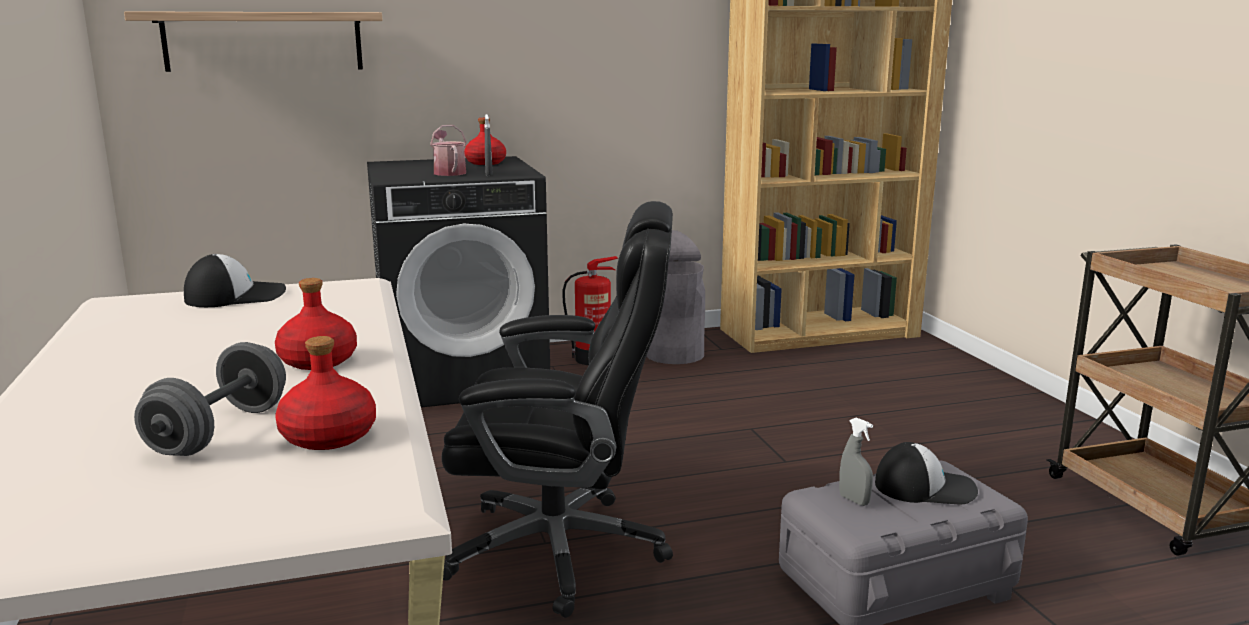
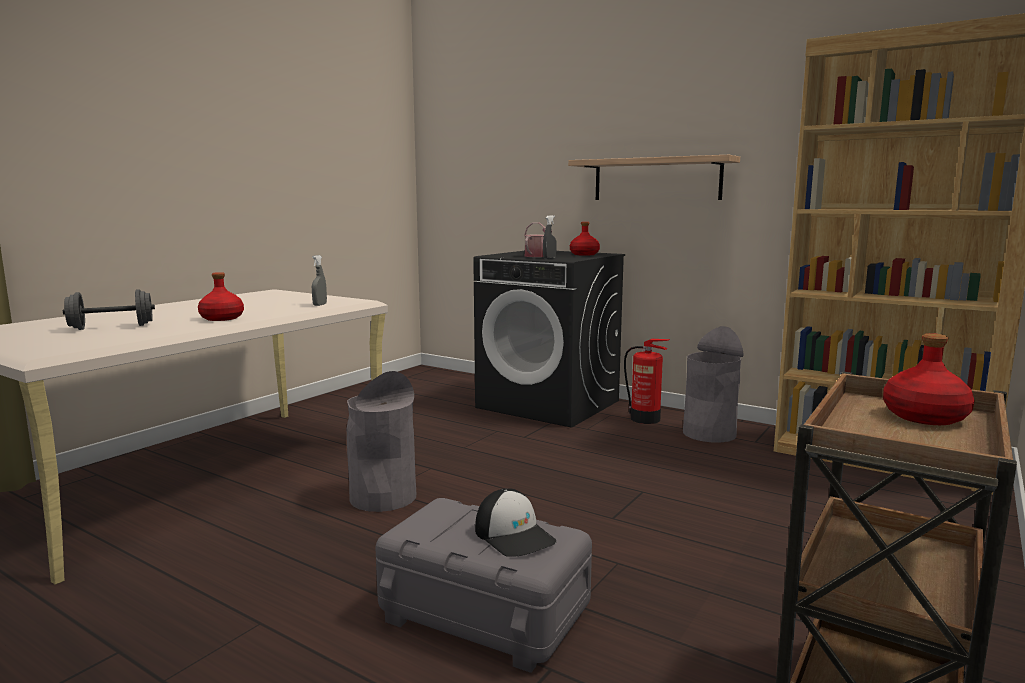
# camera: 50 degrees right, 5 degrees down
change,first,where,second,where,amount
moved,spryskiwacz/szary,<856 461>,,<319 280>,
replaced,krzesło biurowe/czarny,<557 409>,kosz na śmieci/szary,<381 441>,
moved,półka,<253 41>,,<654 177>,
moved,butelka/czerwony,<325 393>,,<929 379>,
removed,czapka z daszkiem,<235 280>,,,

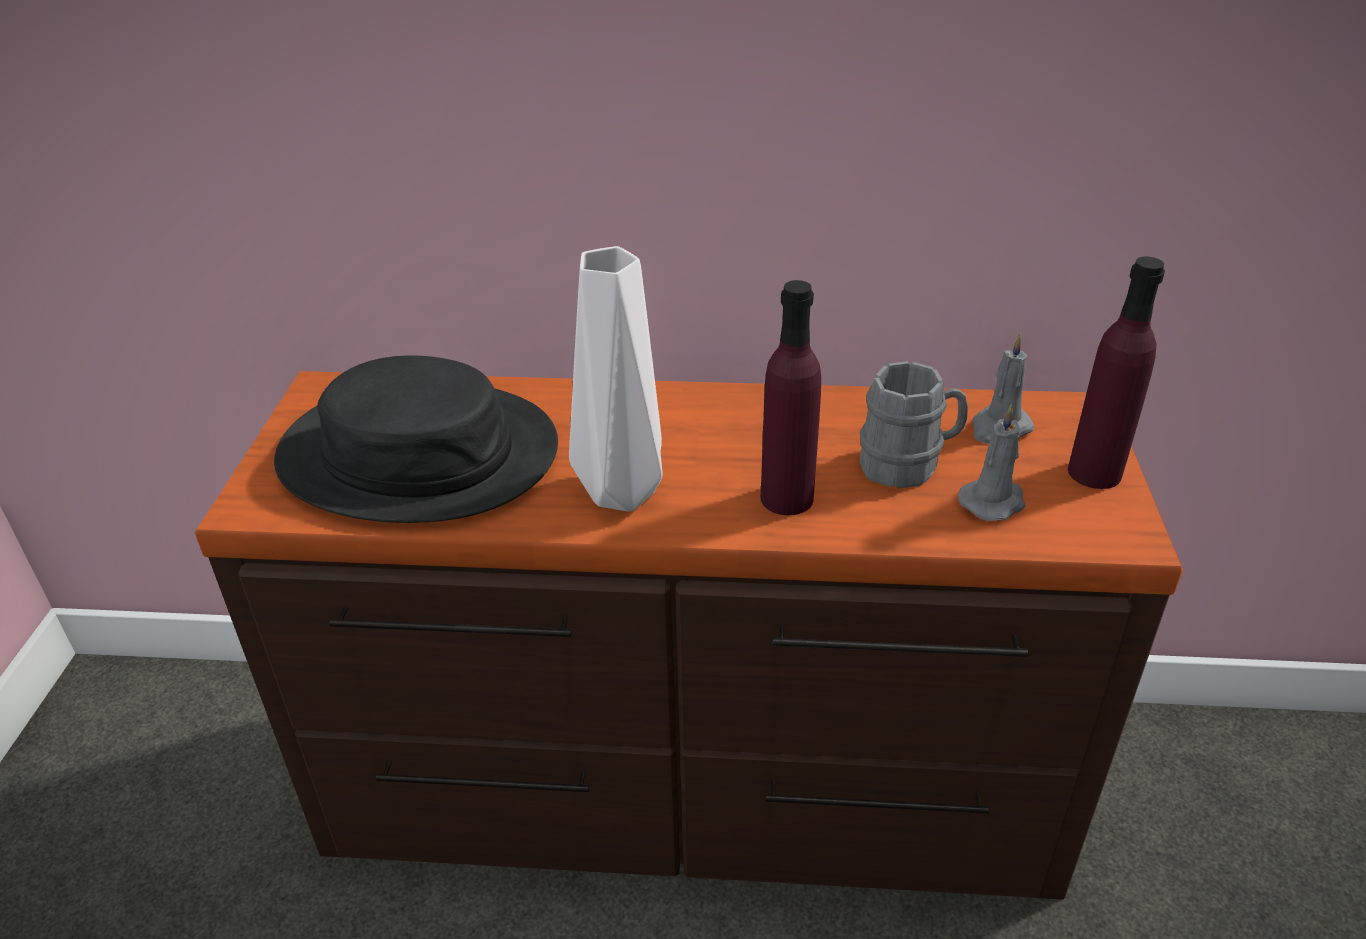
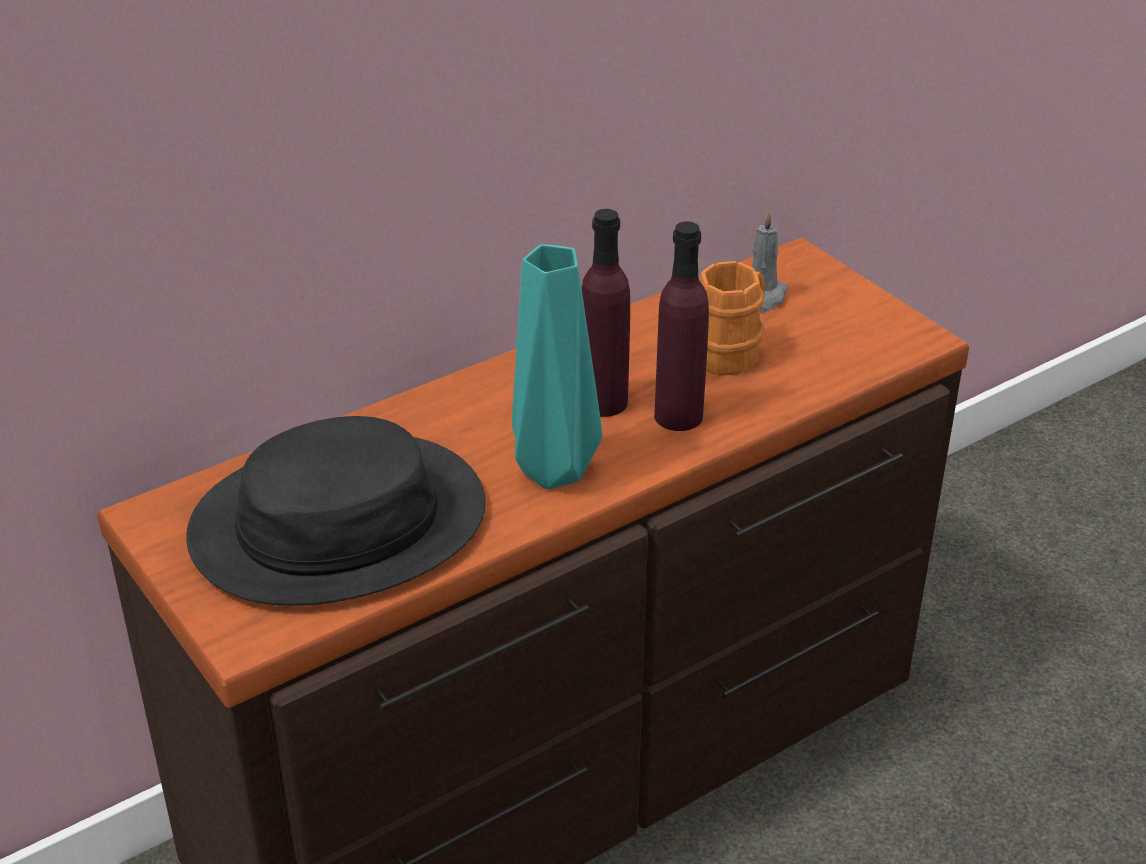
# camera: 40 degrees left, 0 degrees up
change,first,where,second,where,amount
recoloured,wazon/biały,<615 379>,wazon/turkusowy,<557 366>,
moved,butelka/fioletowy,<1116 373>,,<605 313>,
recoloured,kubek/szary,<914 424>,kubek/pomarańczowy,<732 318>,
removed,świeca/szary,<992 462>,,,

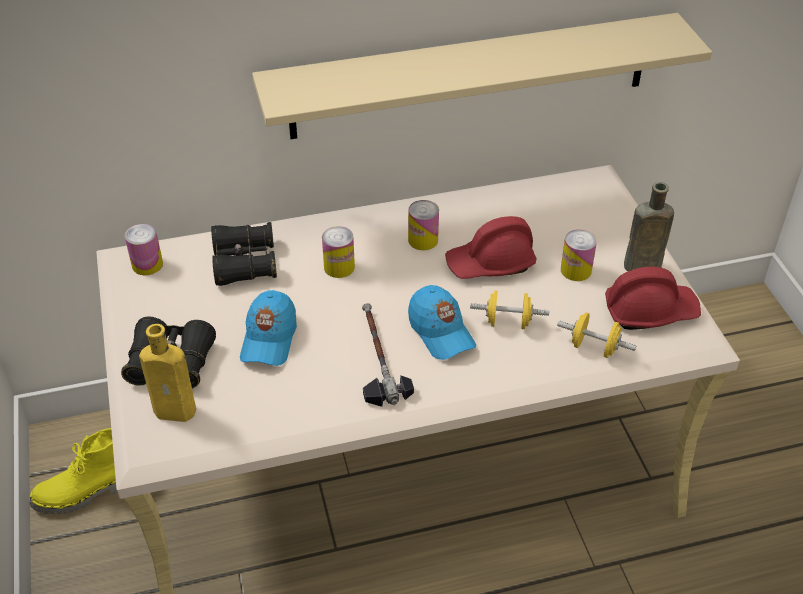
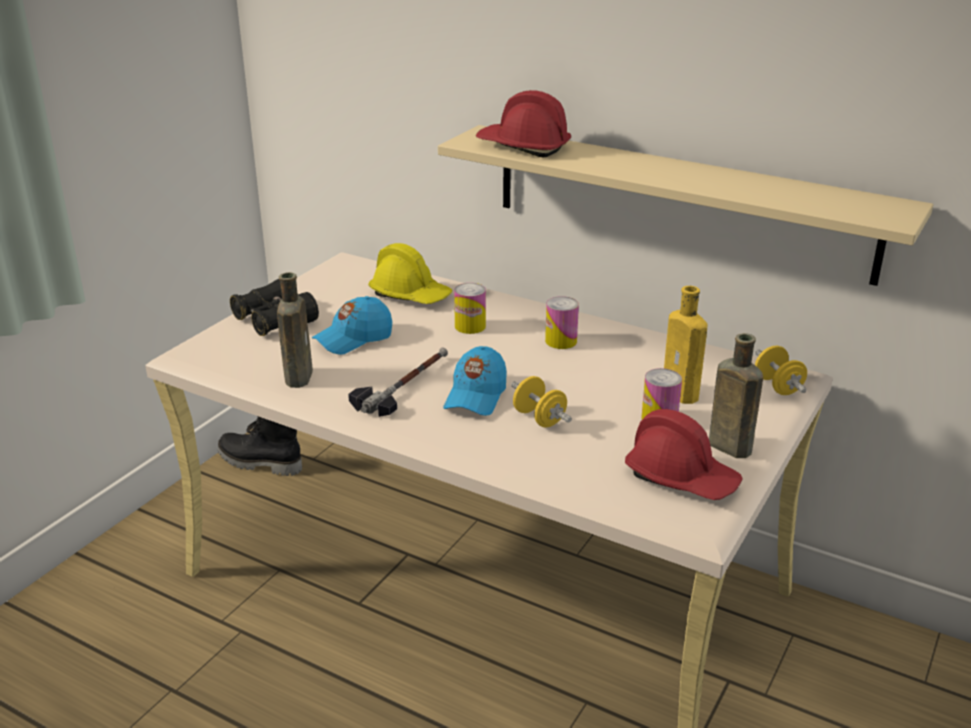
# camera: 45 degrees right, 15 degrees down
change,first,where,second,where,amount
recoloured,but z cholewką/żółty,<73 471>,but z cholewką/czarny,<260 446>,
added,,,butelka/brązowy,<295 330>,
replaced,lornetka/czarny,<244 254>,kask/żółty,<410 273>,
moved,kask/czerwony,<490 247>,,<523 124>,
moved,butelka/żółty,<167 373>,,<685 345>,
moved,hantel/żółty,<596 335>,,<781 370>,
removed,puszka,<143 249>,,,

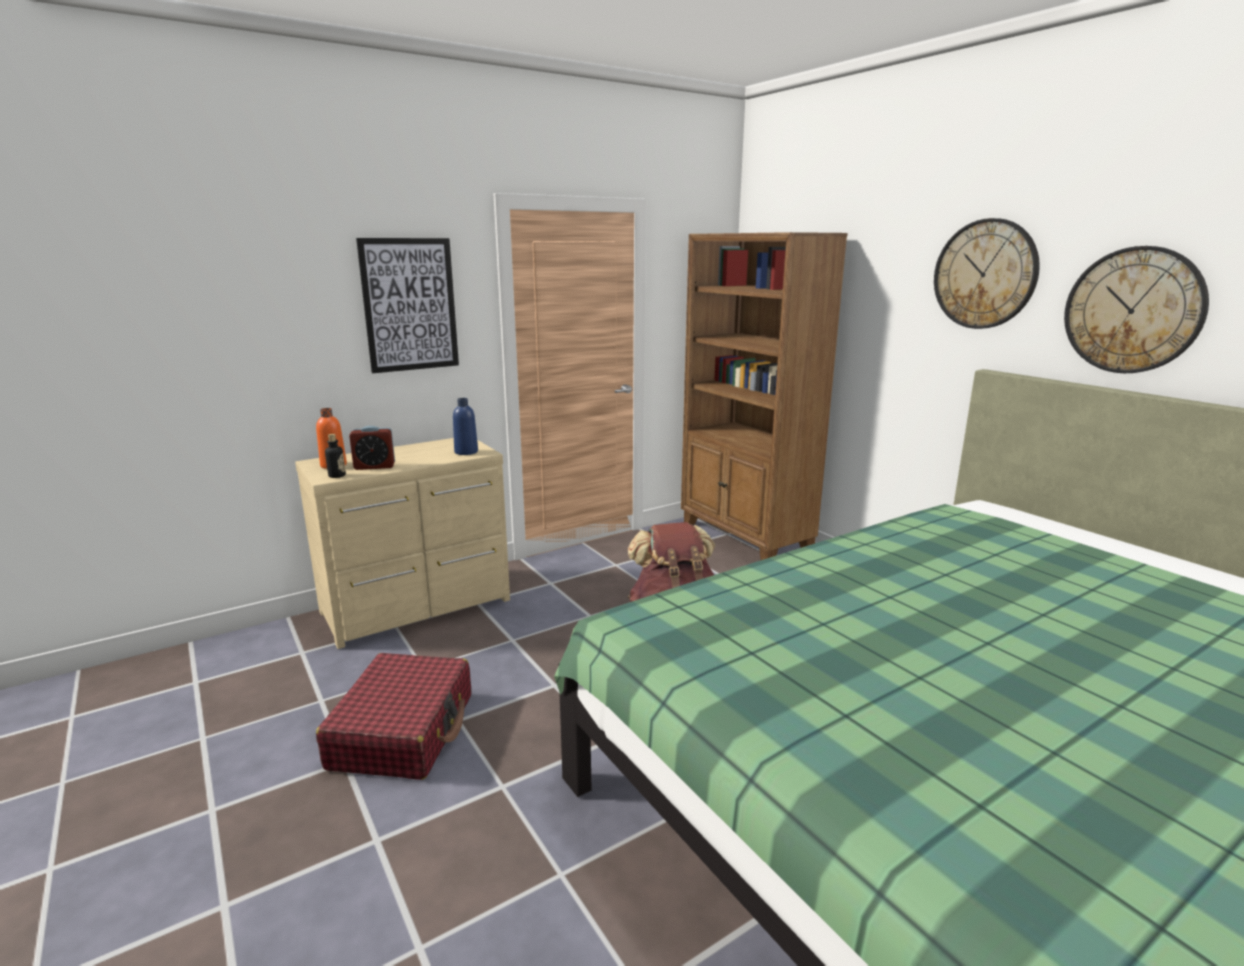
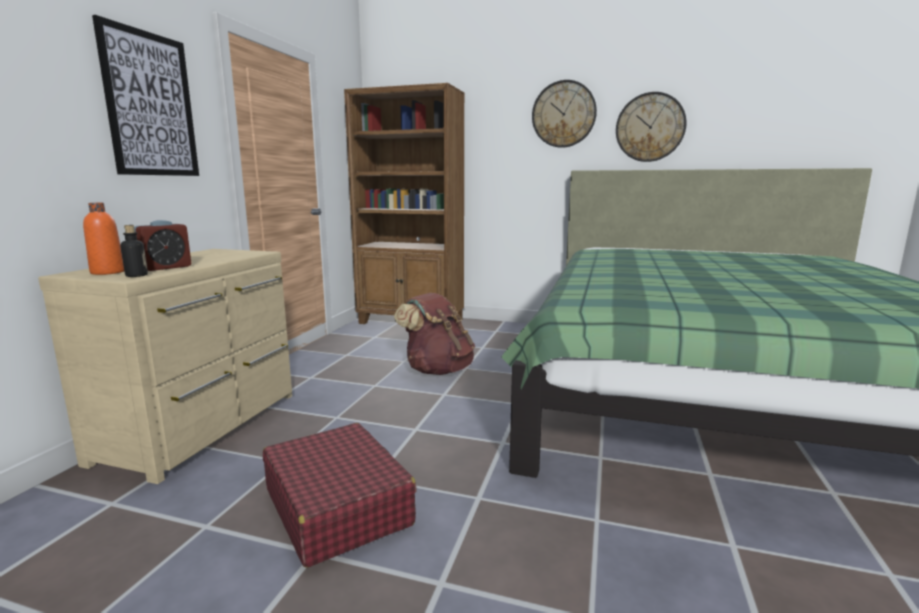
# camera: 40 degrees left, 5 degrees down
change,first,where,second,where,amount
removed,butelka/niebieski,<465 426>,,,

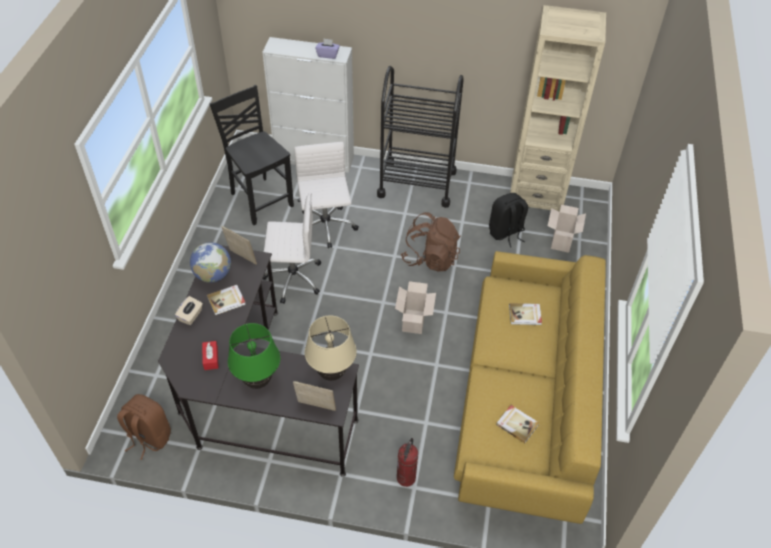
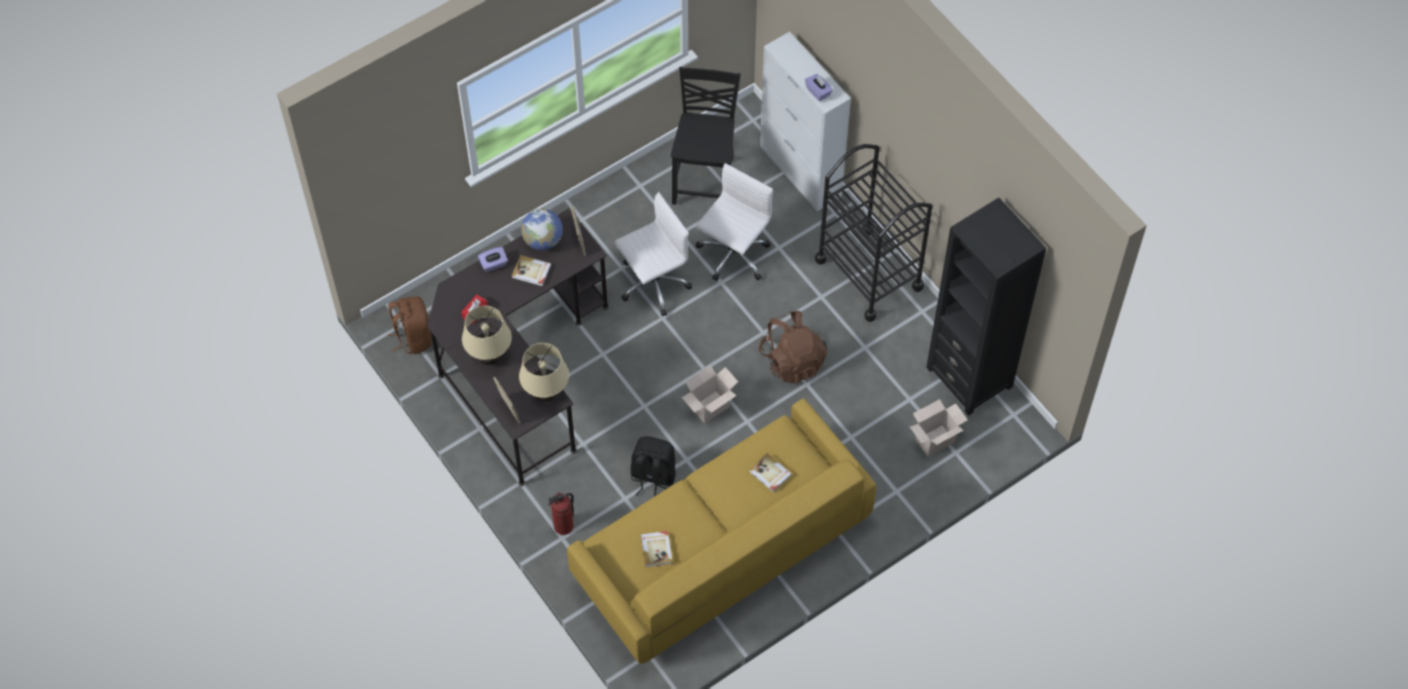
# camera: 45 degrees right, 10 degrees up
change,first,where,second,where,amount
recoloured,lampa stołowa/zielony,<254 356>,lampa stołowa/beżowy,<487 335>,
recoloured,pudełko chusteczek/beżowy,<189 310>,pudełko chusteczek/fioletowy,<493 259>,
turned,krzesło biurowe/biały,<292 248>,,<653 254>,75 degrees counterclockwise
moved,plecak/czarny,<508 220>,,<653 466>,
recoloured,regał/beżowy,<558 108>,regał/czarny,<986 307>,

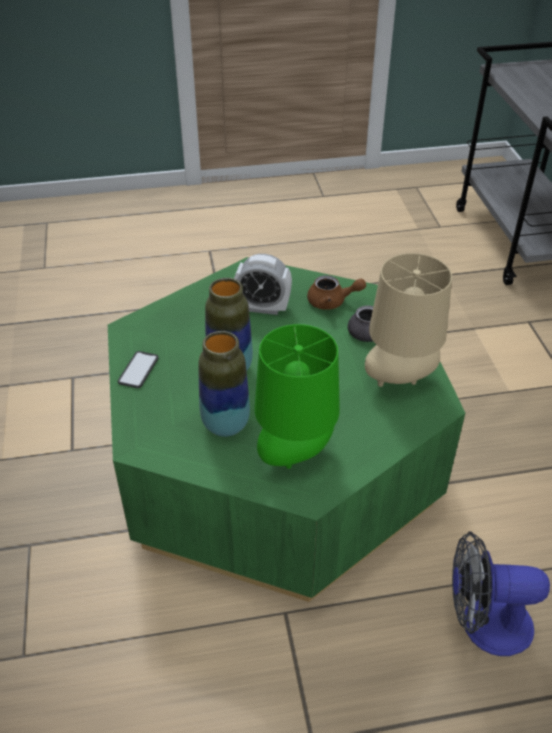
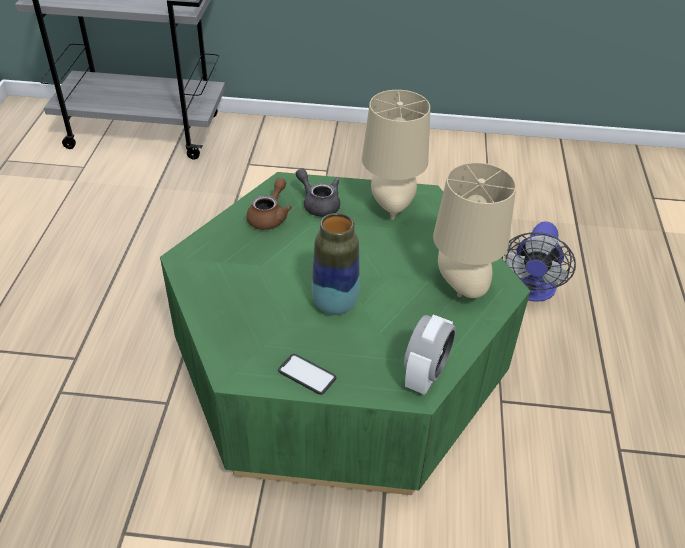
# camera: 75 degrees left, 0 degrees up
change,first,where,second,where,amount
moved,budzik,<263 284>,,<430 355>,
recoloured,lampa stołowa/zielony,<297 396>,lampa stołowa/beżowy,<474 230>,
removed,wazon,<224 384>,,,

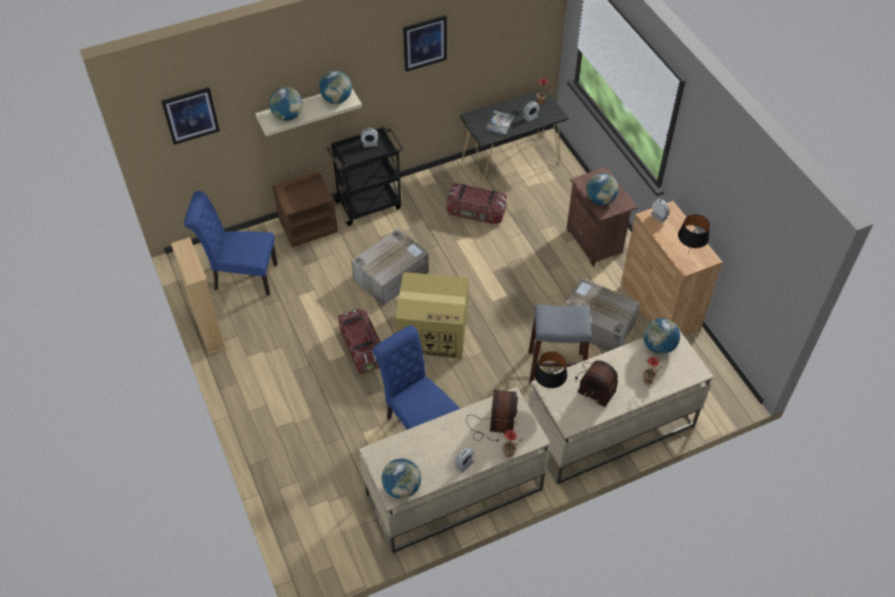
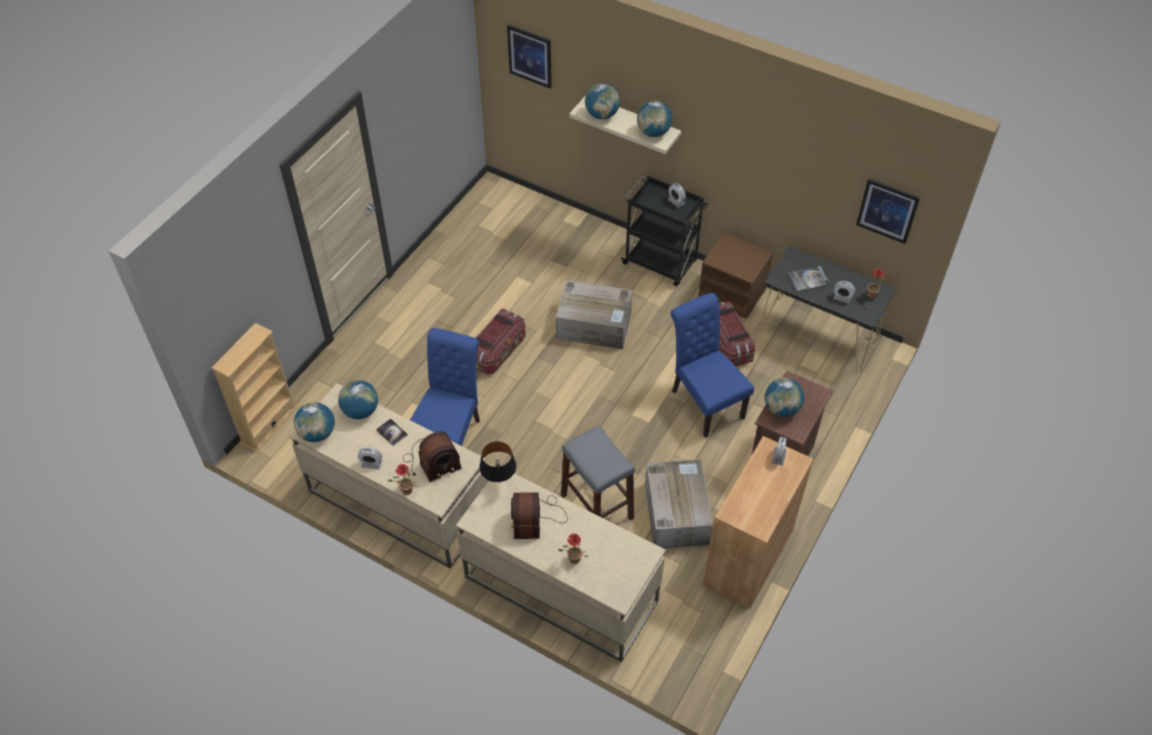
# camera: 55 degrees right, 0 degrees up
change,first,where,second,where,amount
moved,regał/beżowy,<199 295>,,<254 387>,
moved,globus,<661 336>,,<358 399>,
added,,,książka,<392 432>,
moved,krzesło/niebieski,<230 243>,,<712 365>,
moved,szafka nocna/brązowy,<305 209>,,<735 276>,
moved,obraz,<425 43>,,<888 211>,
removed,karton,<431 315>,,,
removed,lampa stołowa/czarny,<694 234>,,,

